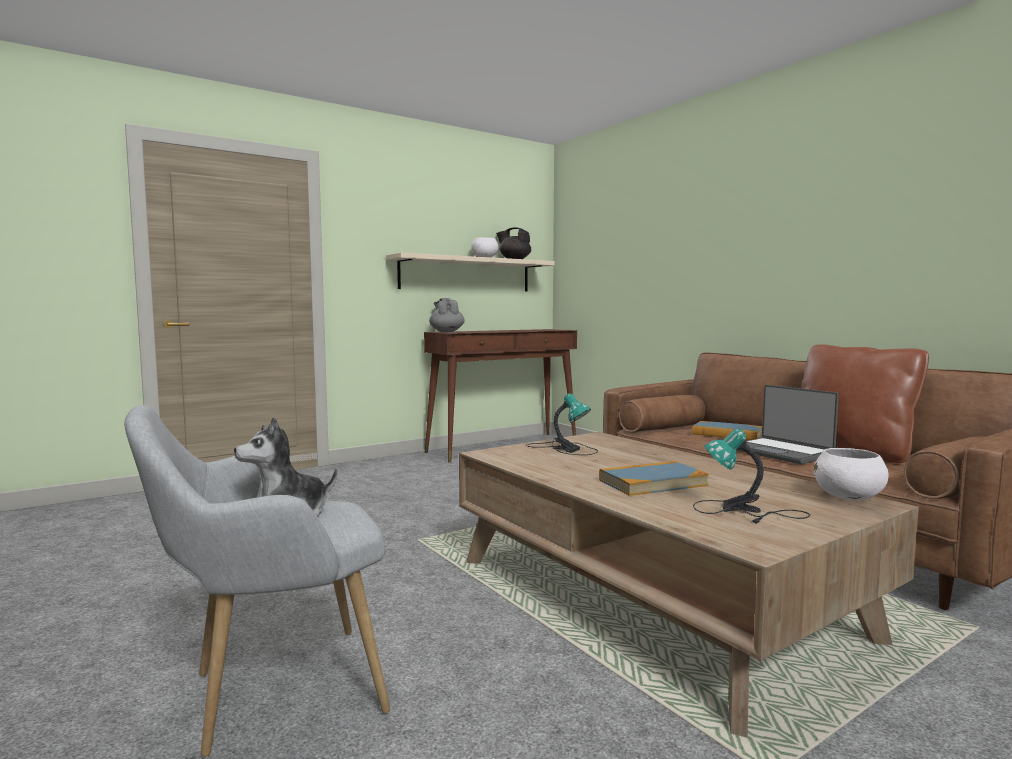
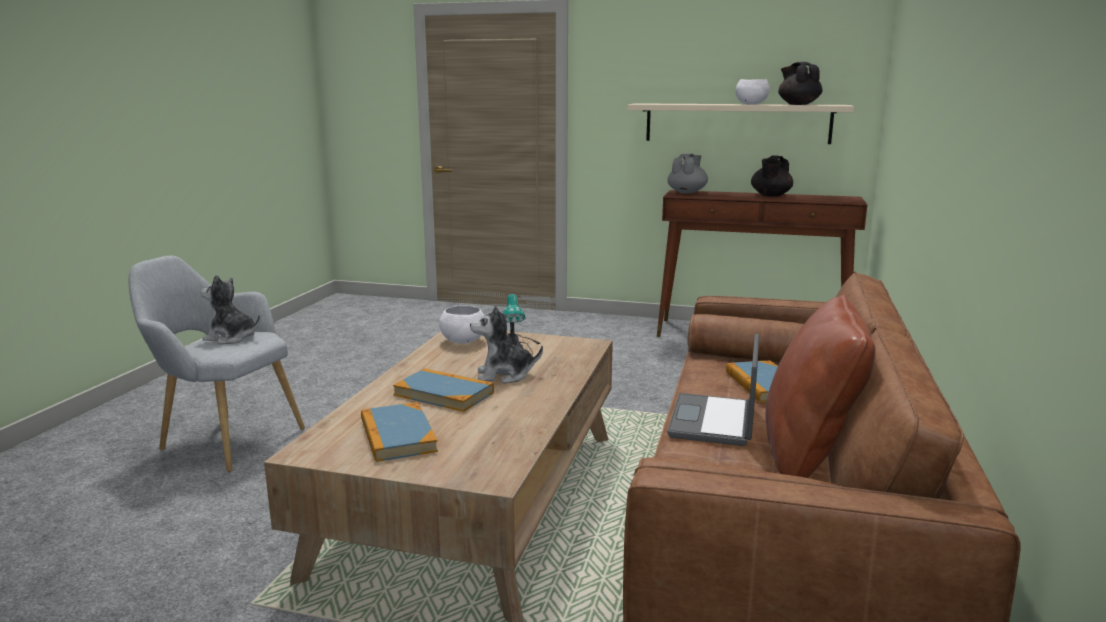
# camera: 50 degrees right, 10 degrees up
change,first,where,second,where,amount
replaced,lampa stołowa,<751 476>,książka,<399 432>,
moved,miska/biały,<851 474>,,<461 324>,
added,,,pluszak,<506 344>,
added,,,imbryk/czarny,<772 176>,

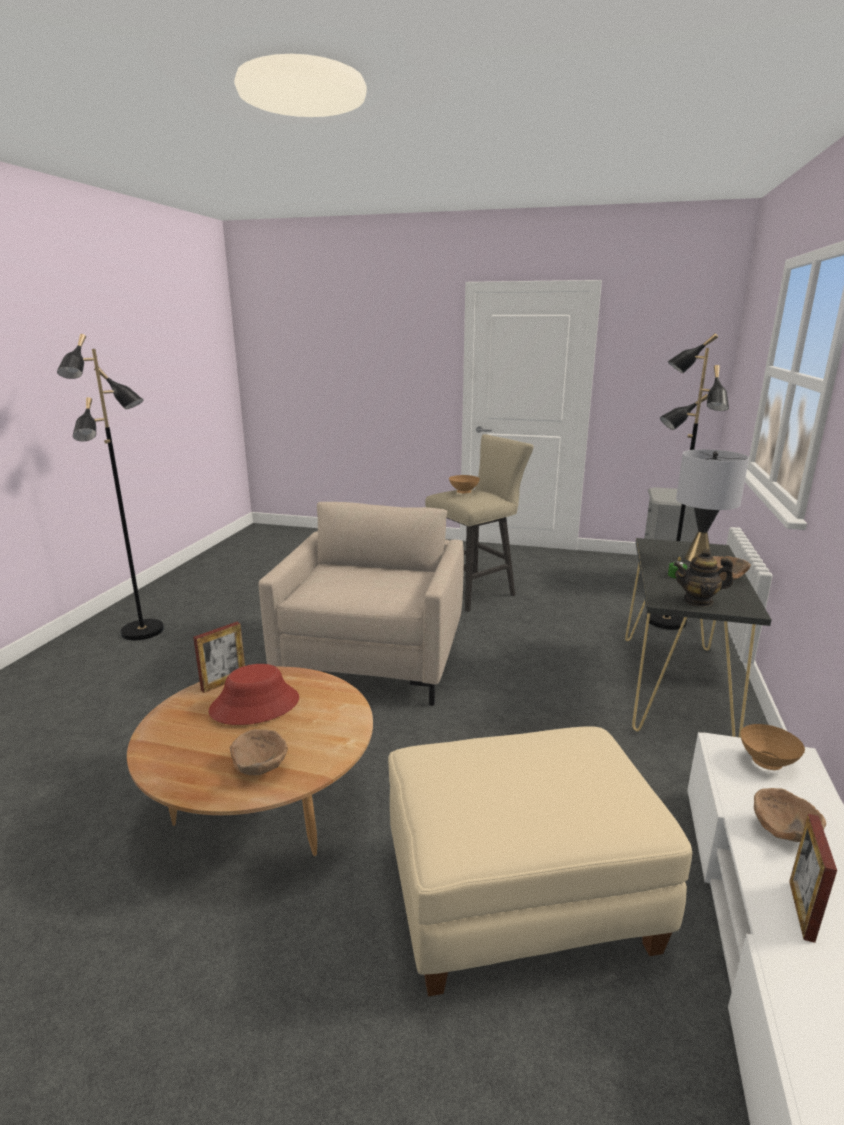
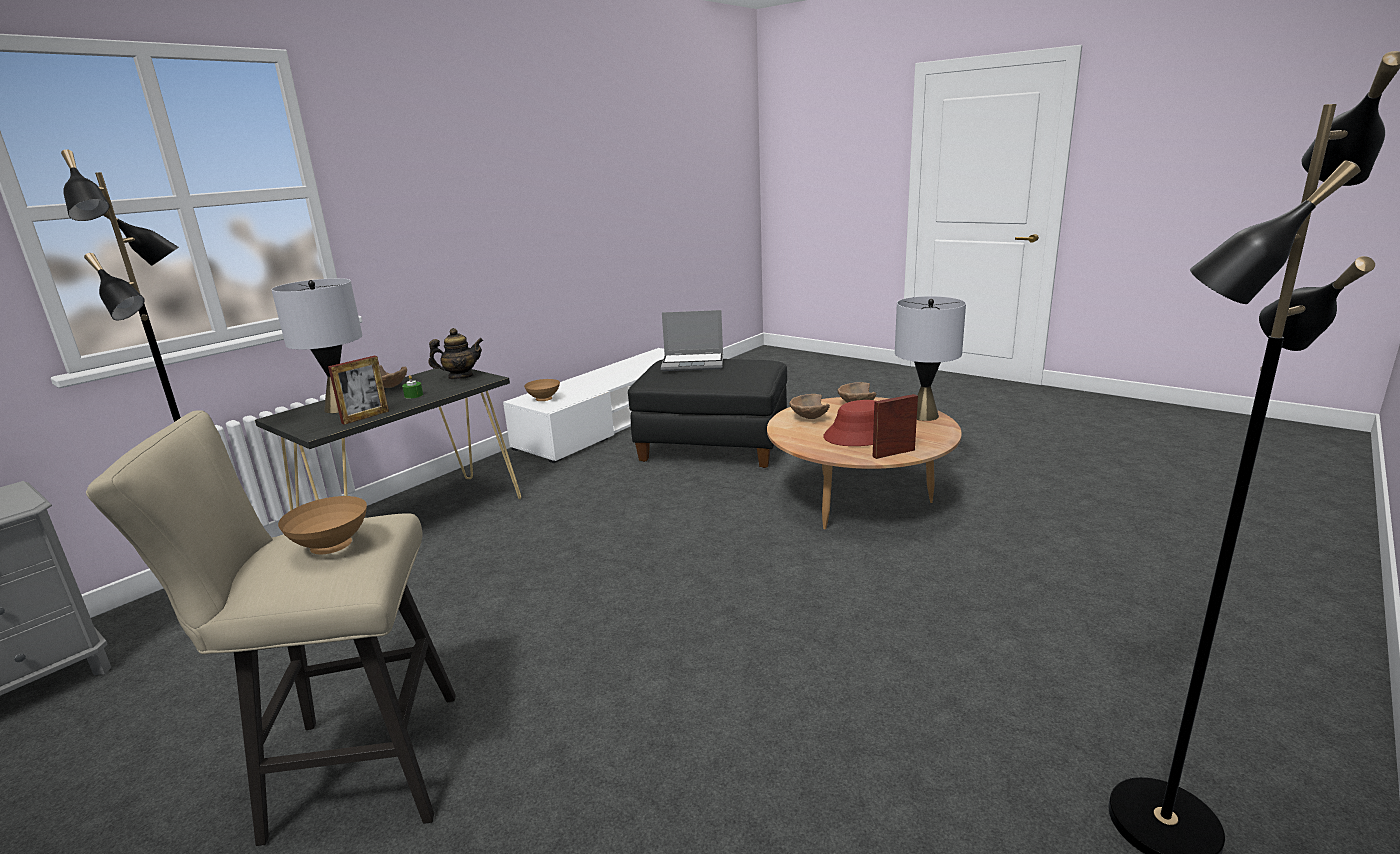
# camera: 155 degrees left, 0 degrees up
change,first,where,second,where,amount
moved,ramka na zdjęcie,<813 878>,,<358 390>,
turned,imbryk,<703 578>,,<456 353>,45 degrees counterclockwise
recoloured,pufa/beżowy,<540 861>,pufa/czarny,<707 413>,
added,,,laptop,<692 340>,
moved,miska/brązowy,<790 815>,,<809 406>,
added,,,lampa stołowa/szary,<930 358>,
removed,fotel/beżowy,<361 604>,,,

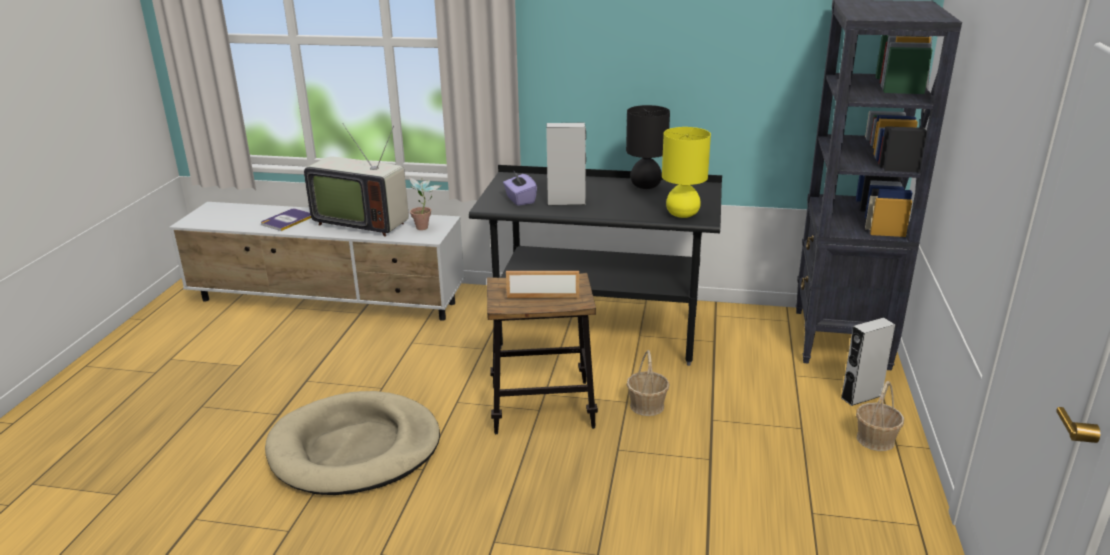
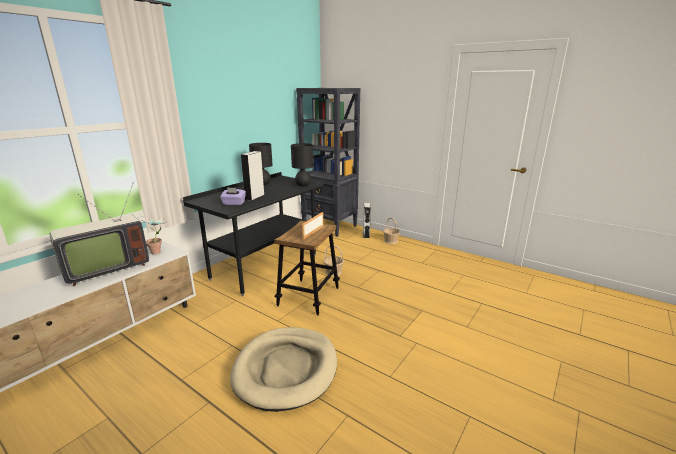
# camera: 65 degrees left, 5 degrees down
change,first,where,second,where,amount
recoloured,lampa stołowa/żółty,<686 172>,lampa stołowa/czarny,<302 164>,
removed,książka,<286 220>,,,

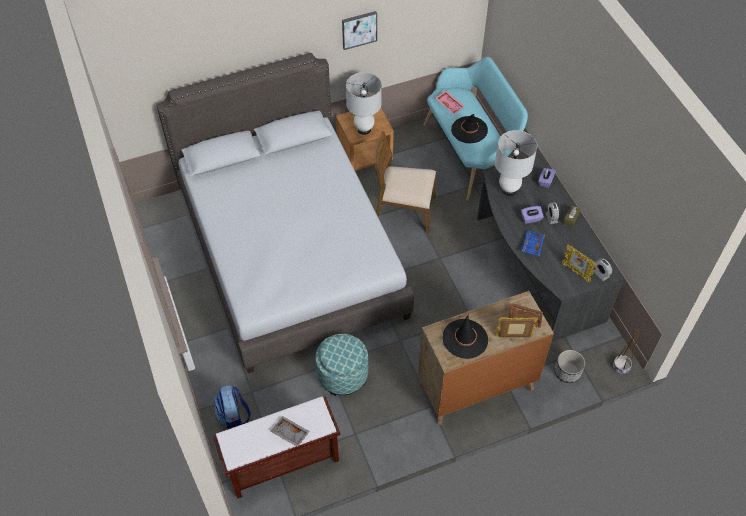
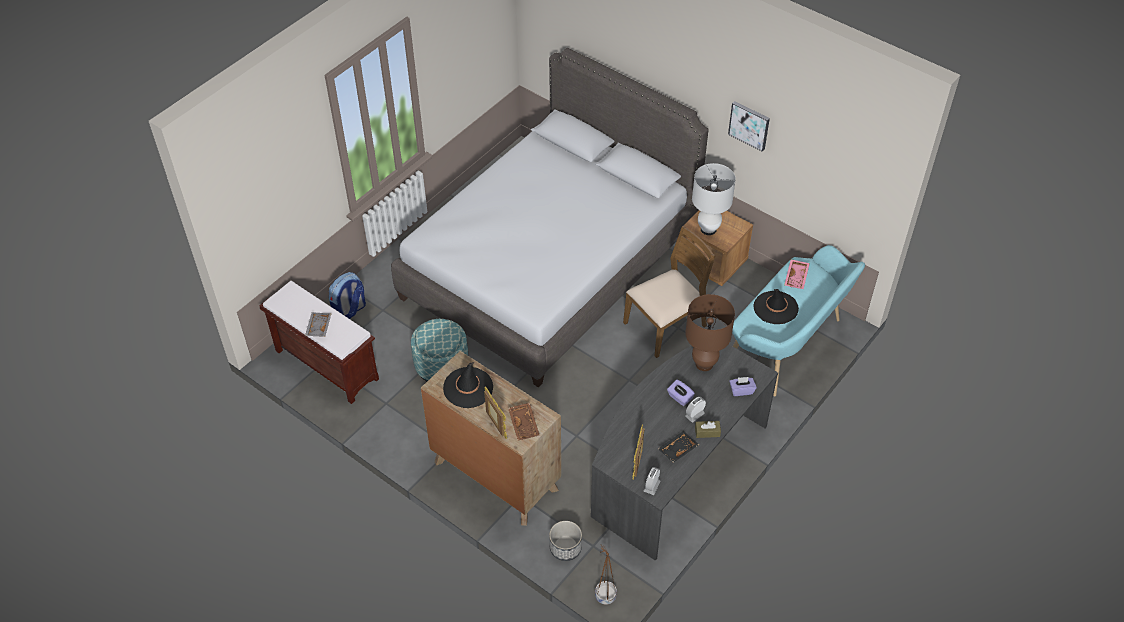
# camera: 60 degrees right, 5 degrees down
change,first,where,second,where,amount
turned,krzesło/brązowy,<405 182>,,<669 292>,75 degrees clockwise
added,,,taca/czarny,<678 447>,
recoloured,lampa stołowa/biały,<516 163>,lampa stołowa/brązowy,<710 332>,
removed,taca/niebieski,<533 243>,,,

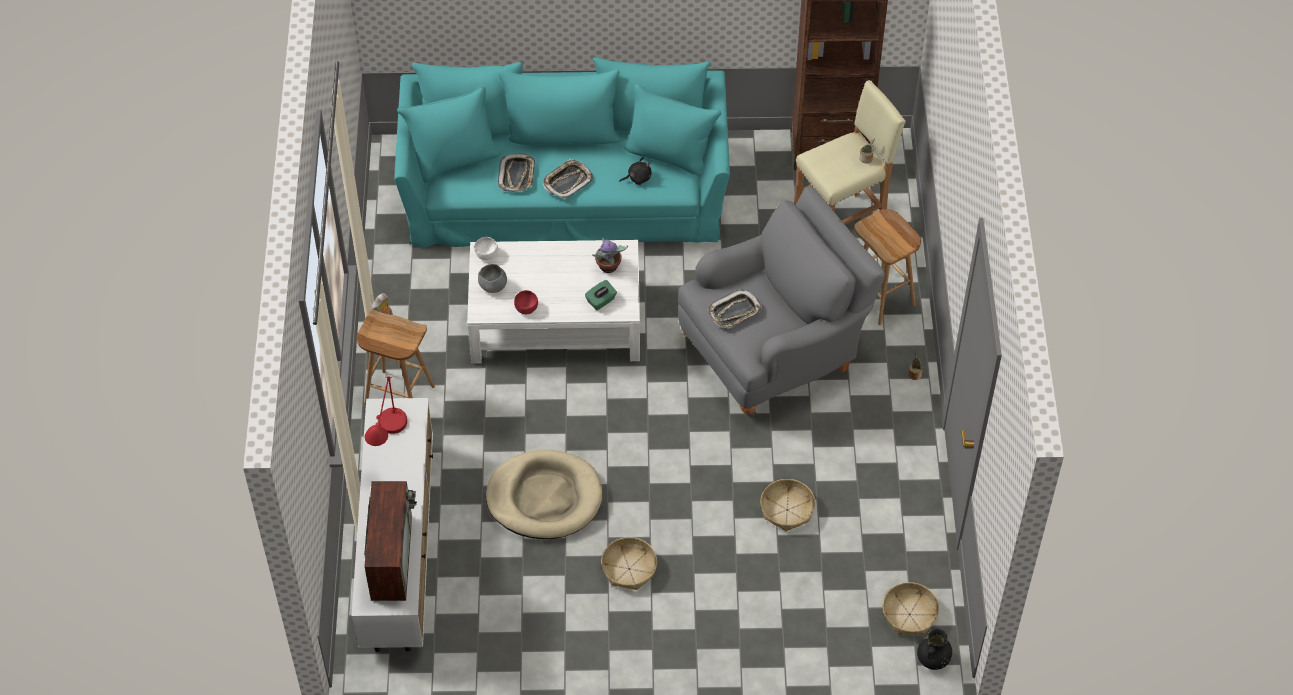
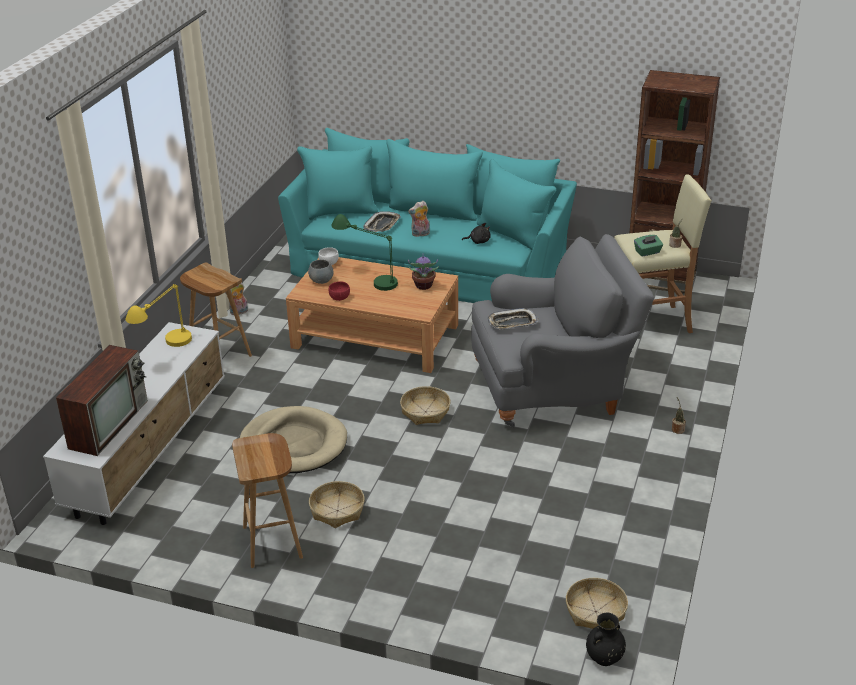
# camera: 20 degrees right, 20 degrees down
change,first,where,second,where,amount
recoloured,lampa stołowa/czerwony,<386 411>,lampa stołowa/żółty,<158 315>,
moved,stołek/brązowy,<887 267>,,<267 500>,
recoloured,ława/biały,<553 302>,ława/brązowy,<372 315>,
added,,,lampa stołowa/zielony,<364 252>,
moved,koszyk,<788 505>,,<425 405>,
replaced,taca,<568 179>,pluszak,<419 219>,
moved,pudełko chusteczek/zielony,<601 295>,,<648 245>,

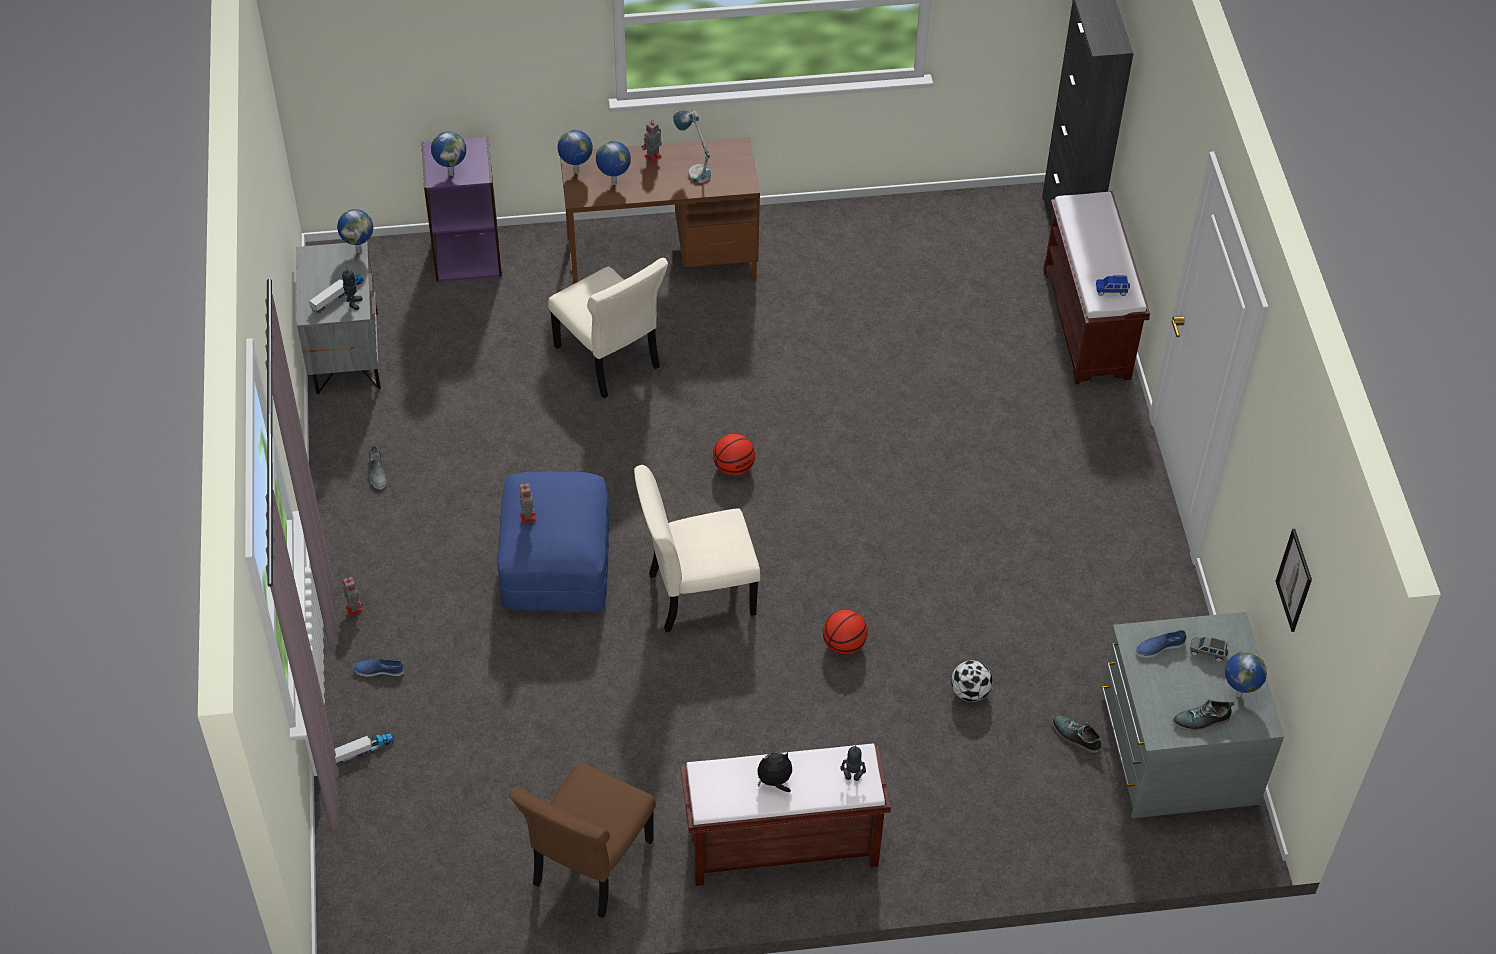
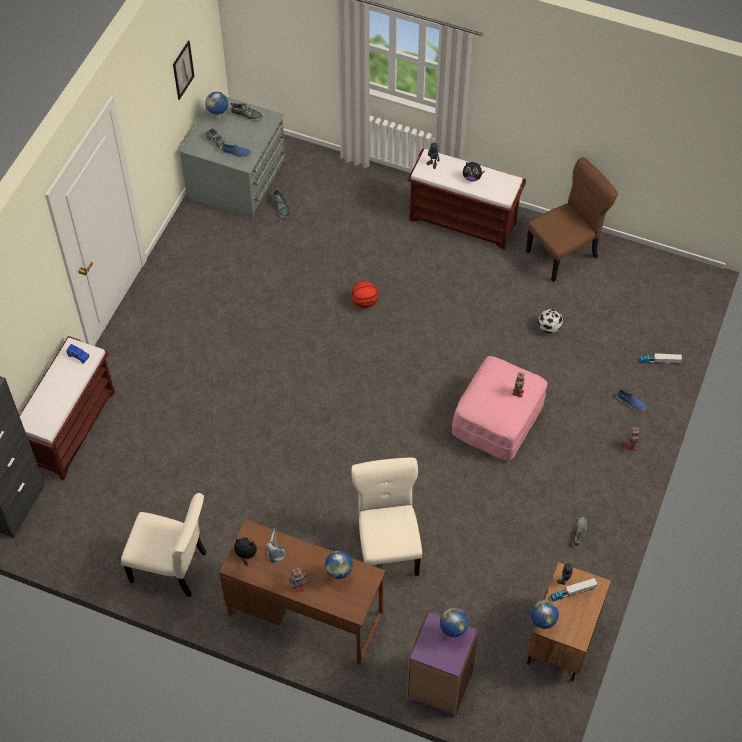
# camera: 150 degrees left, 5 degrees up
change,first,where,second,where,amount
moved,krzesło/beżowy,<697 548>,,<164 545>,
added,,,pluszak,<243 551>,
recoloured,pufa/niebieski,<553 541>,pufa/różowy,<499 408>,
recoloured,szafka nocna/szary,<338 318>,szafka nocna/brązowy,<569 621>,
moved,piłka futbolowa,<972 681>,,<550 321>,
removed,globus,<575 152>,,,
removed,piłka do koszykówki,<734 455>,,,

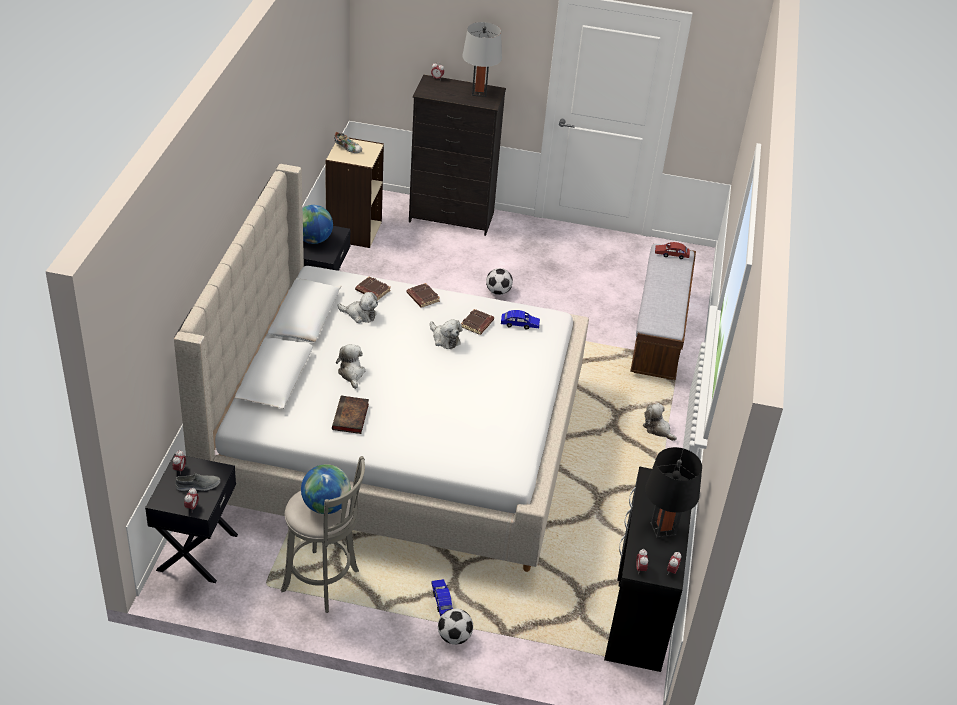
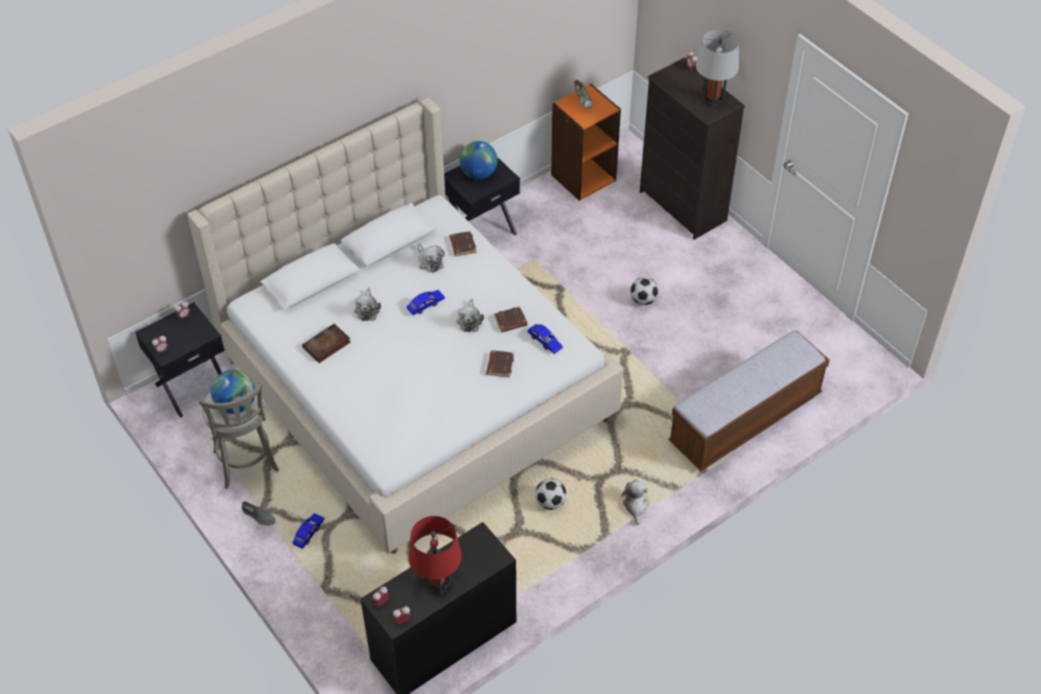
# camera: 45 degrees right, 10 degrees up
change,first,where,second,where,amount
moved,but/szary,<198 482>,,<259 513>,
turned,pluszak,<350 366>,,<367 304>,150 degrees clockwise
added,,,samochodzik/niebieski,<426 302>,
recoloured,lampa stołowa/czarny,<673 492>,lampa stołowa/czerwony,<435 555>,
moved,książka/brązowy,<423 295>,,<500 364>,
moved,piłka futbolowa,<455 626>,,<550 494>,
recoloured,regał/beżowy,<354 192>,regał/pomarańczowy,<586 142>,
removed,samochodzik/czerwony,<672 250>,,,

